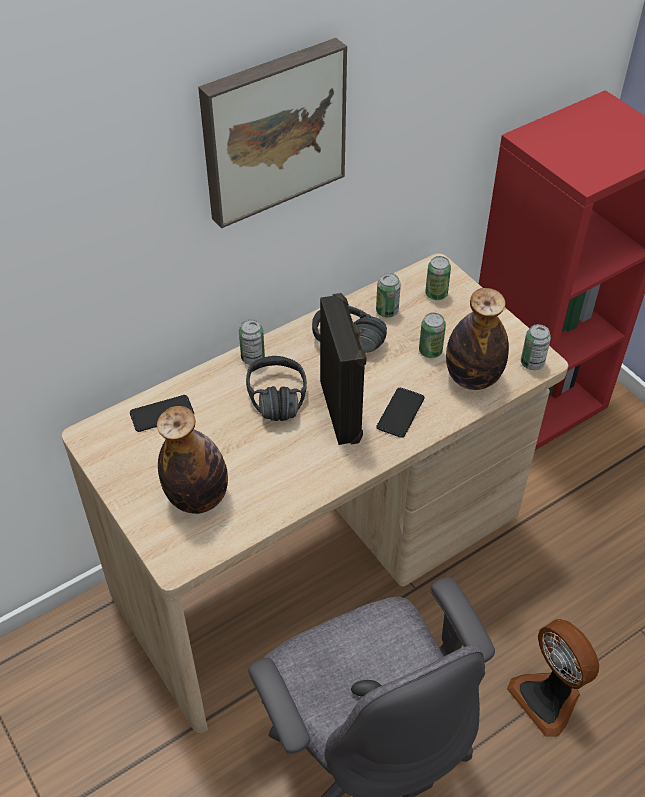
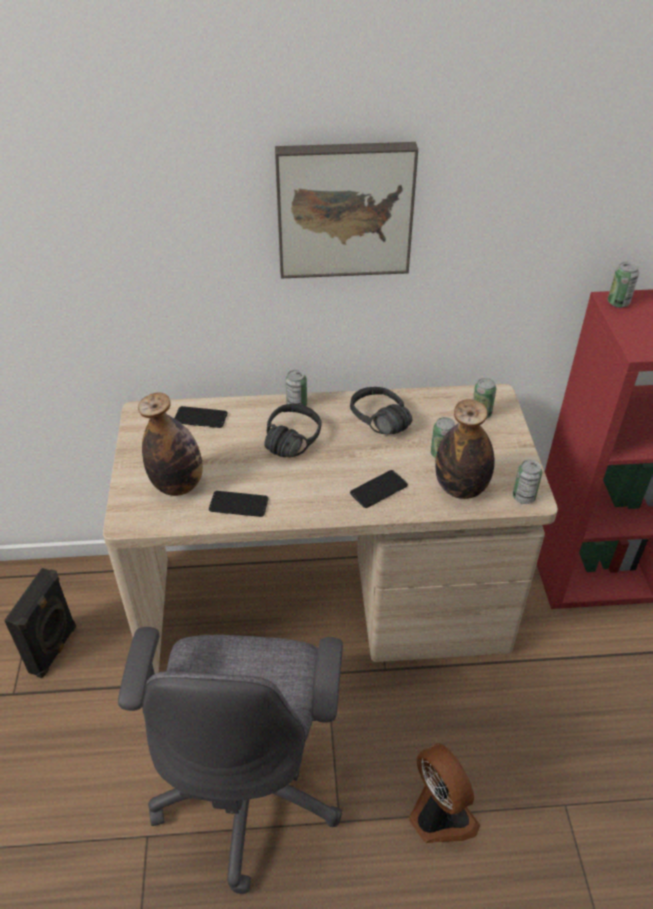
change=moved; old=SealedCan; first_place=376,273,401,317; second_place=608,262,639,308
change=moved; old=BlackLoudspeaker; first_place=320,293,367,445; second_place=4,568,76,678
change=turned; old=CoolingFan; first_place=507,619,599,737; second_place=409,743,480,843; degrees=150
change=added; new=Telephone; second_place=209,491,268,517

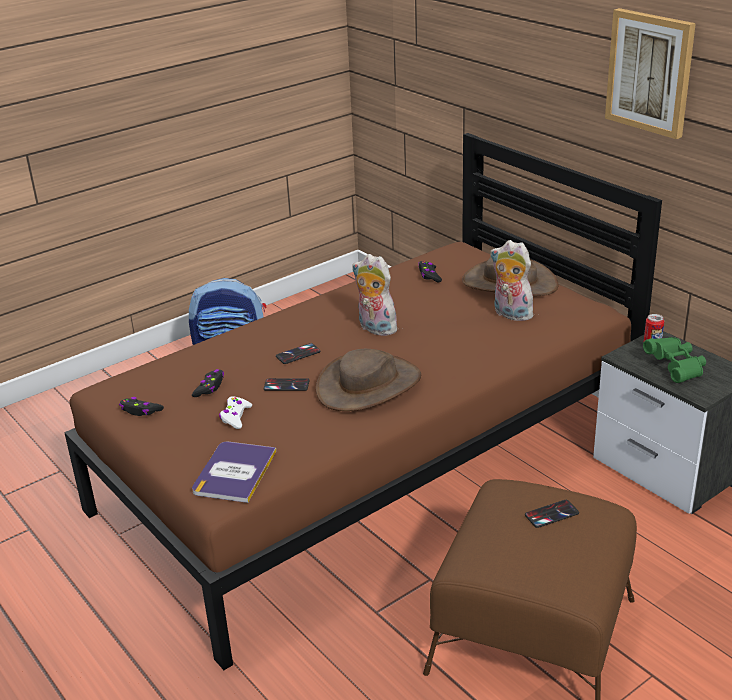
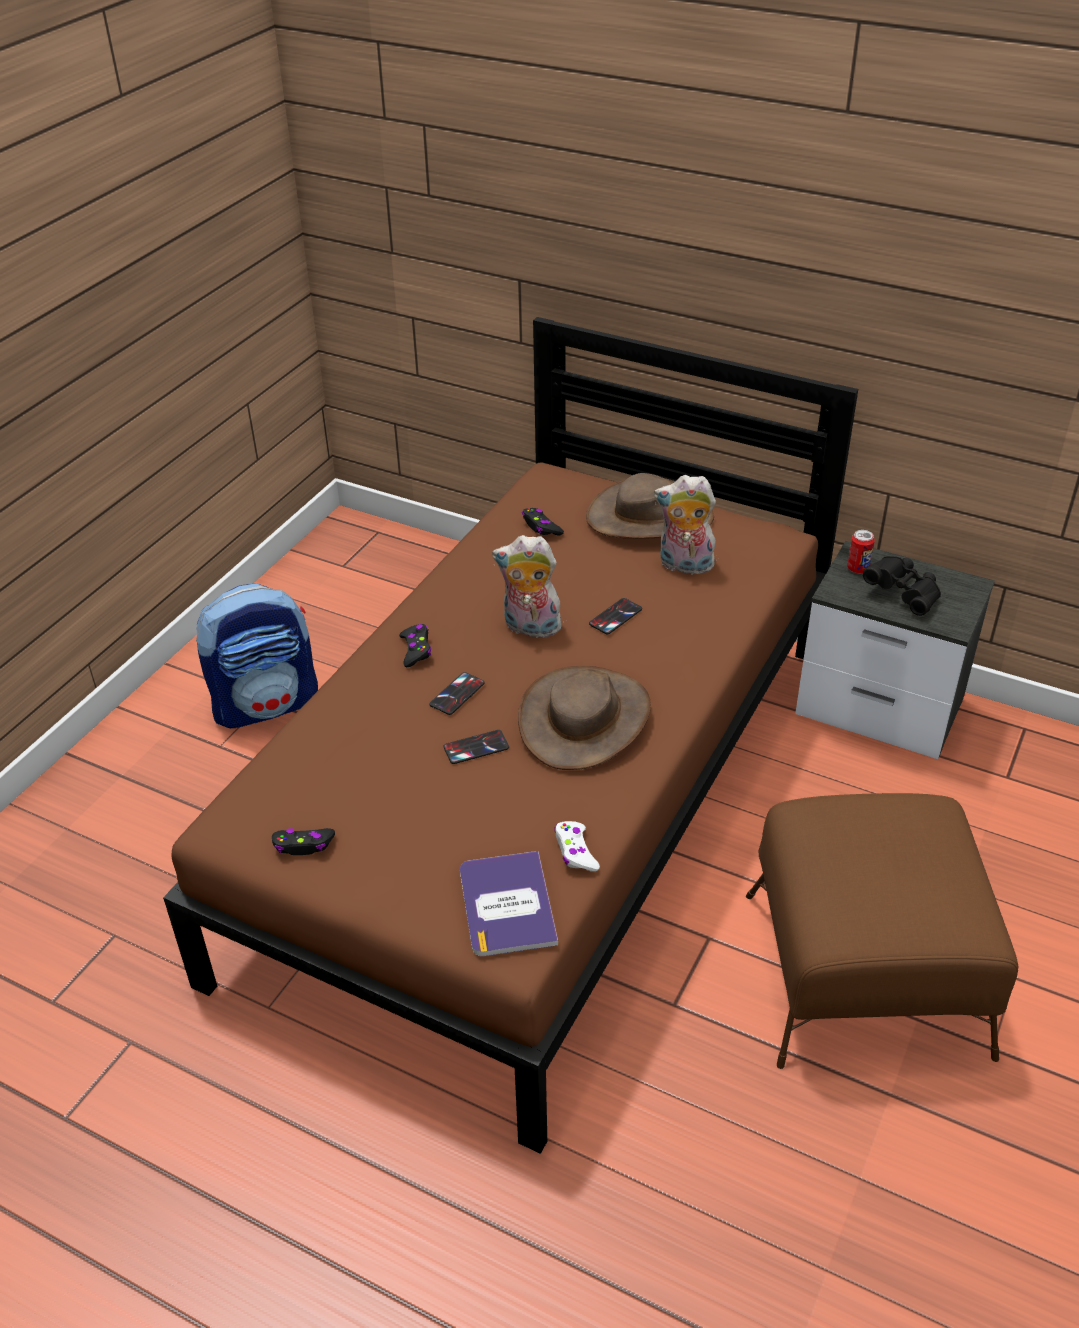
change=removed; old=WallPicture; first_place=605,8,696,139
change=recoloured; old=GreenFieldGlasses; new=BlackFieldGlasses; first_place=643,337,706,383; second_place=863,556,941,616
change=moved; old=BlackGamepad; first_place=192,369,224,397; second_place=399,624,431,667
change=moved; old=WhiteColouredGamepad; first_place=219,396,252,429; second_place=554,821,600,872
change=moved; old=Telephone; first_place=525,500,579,528; second_place=589,598,642,634

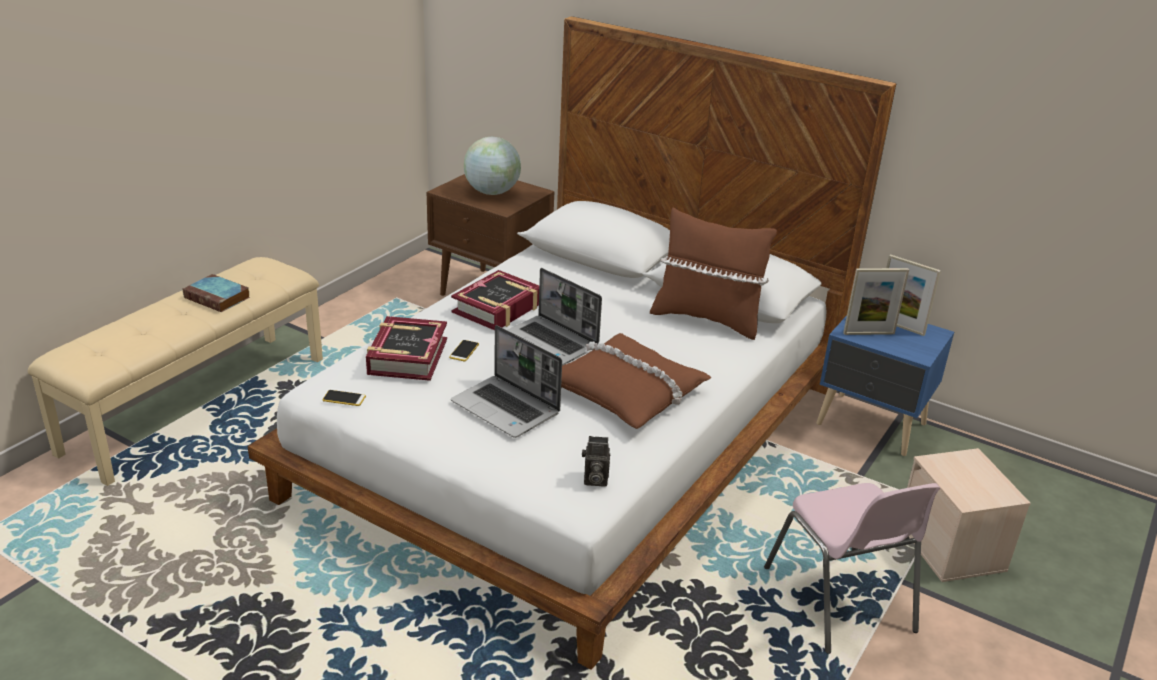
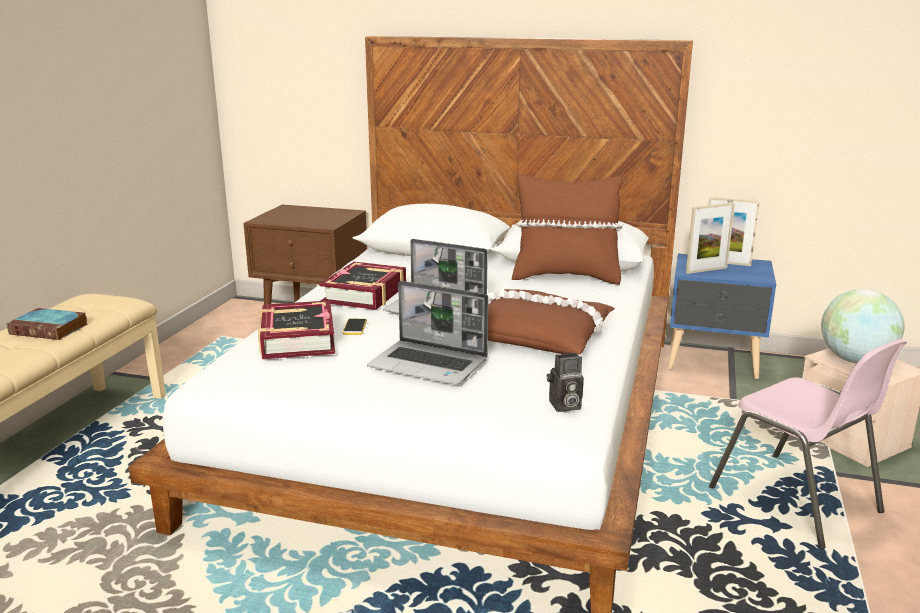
change=moved; old=Globe; first_place=464,137,521,195; second_place=821,289,905,363
change=removed; old=Telephone; first_place=322,390,366,406

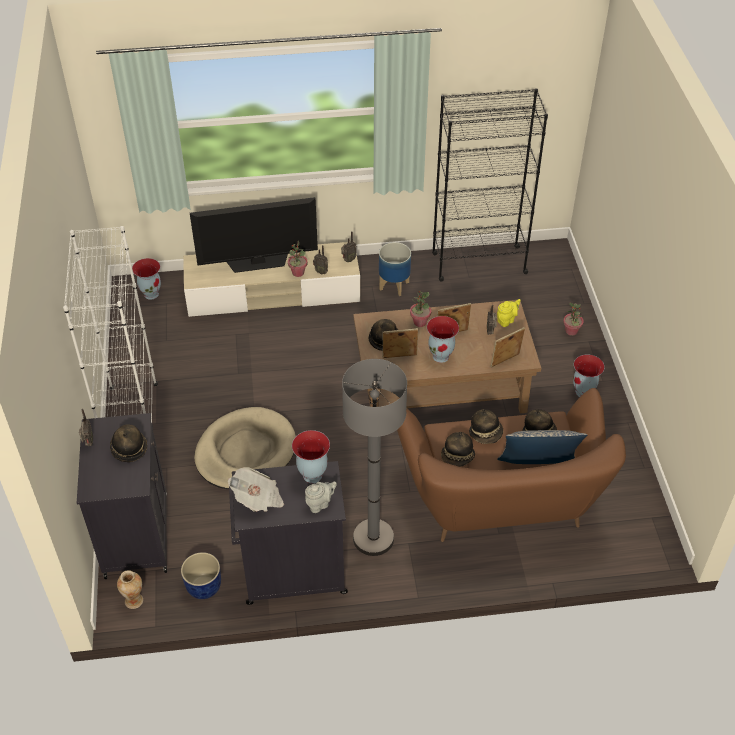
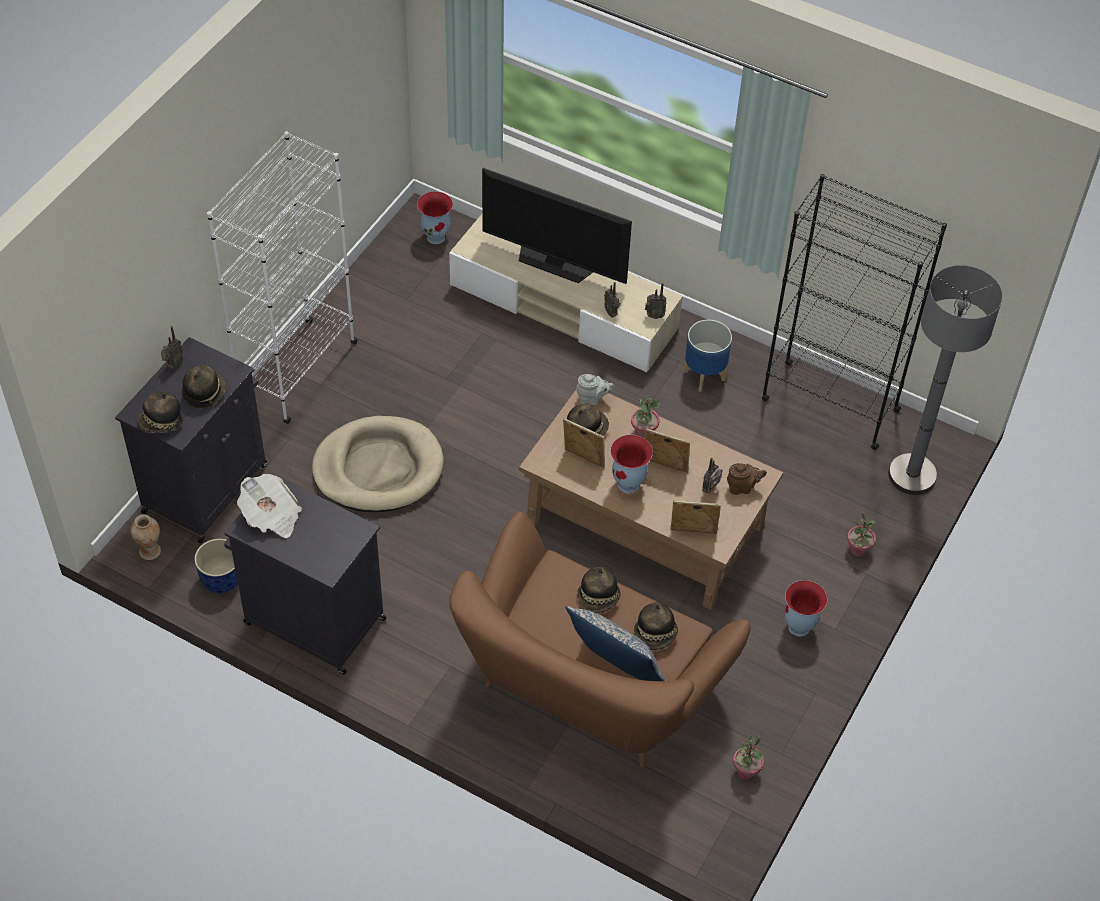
change=moved; old=PlantInAPot; first_place=288,241,308,277; second_place=733,736,764,779
change=recoloured; old=YellowPotForTea; new=BrownishPotForTea; first_place=497,299,521,327; second_place=727,463,767,495
change=moved; old=GreyStandingLamp; first_place=342,359,407,556; second_place=888,265,1003,495
change=removed; old=Vase; first_place=292,430,330,483
change=moved; old=ClothingHat; first_place=441,432,475,467; second_place=137,392,183,433
change=moved; old=GreyPotForTea; first_place=305,481,337,513; second_place=576,374,614,405

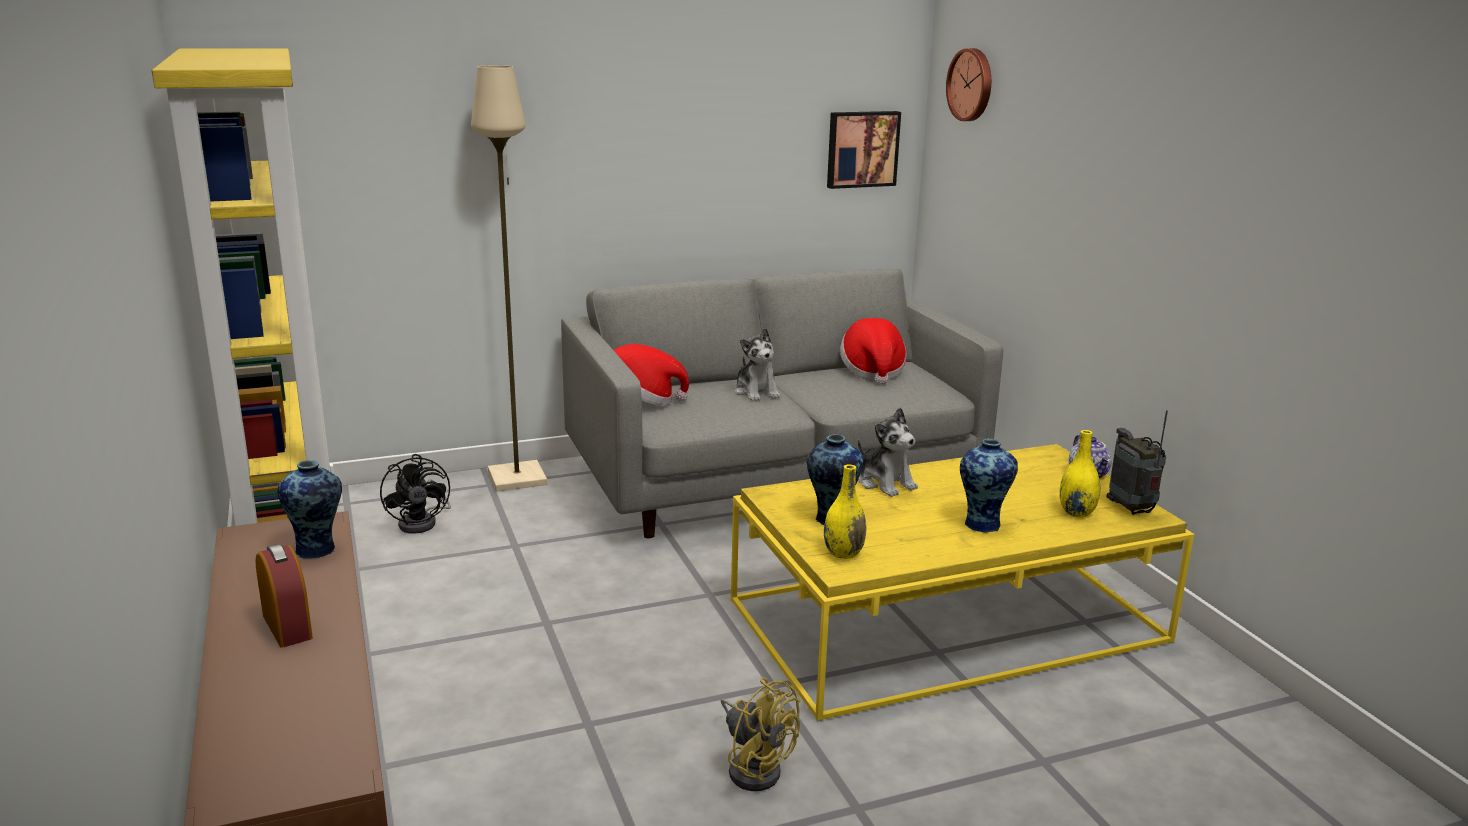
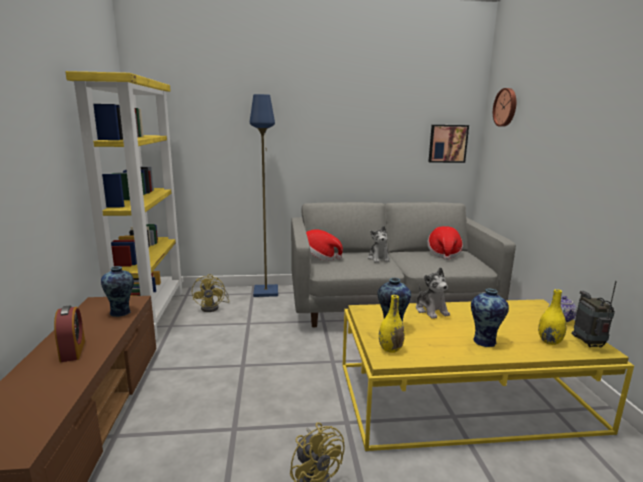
change=recoloured; old=SandColouredStandingLamp; new=BlueColouredStandingLamp; first_place=471,65,547,492; second_place=250,94,278,297
change=recoloured; old=BlackCoolingFan; new=YellowCoolingFan; first_place=380,454,451,534; second_place=192,274,230,312

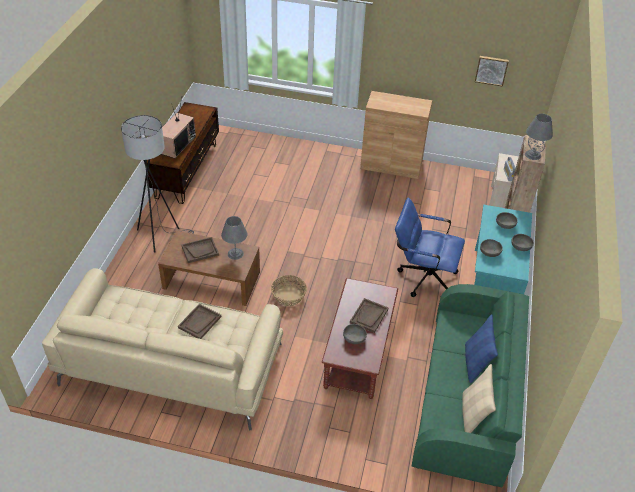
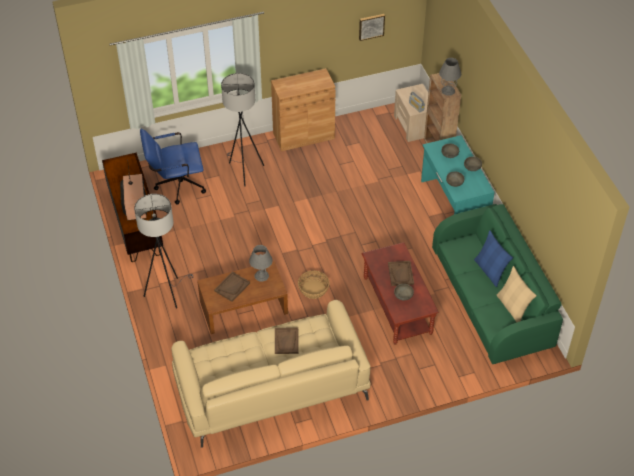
change=moved; old=BlueColouredComputerChair; first_place=395,198,465,297; second_place=140,129,206,204
change=added; new=GreyStandingLamp; second_place=221,73,264,186

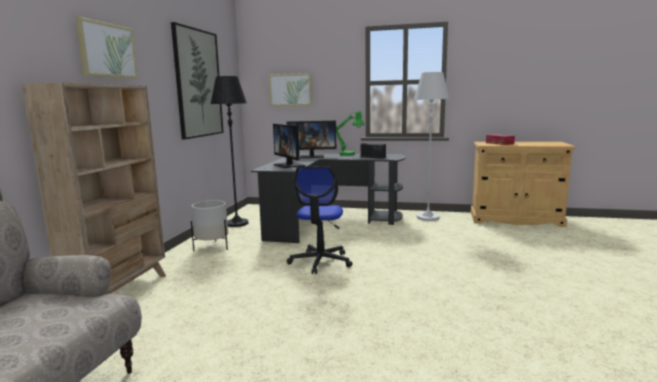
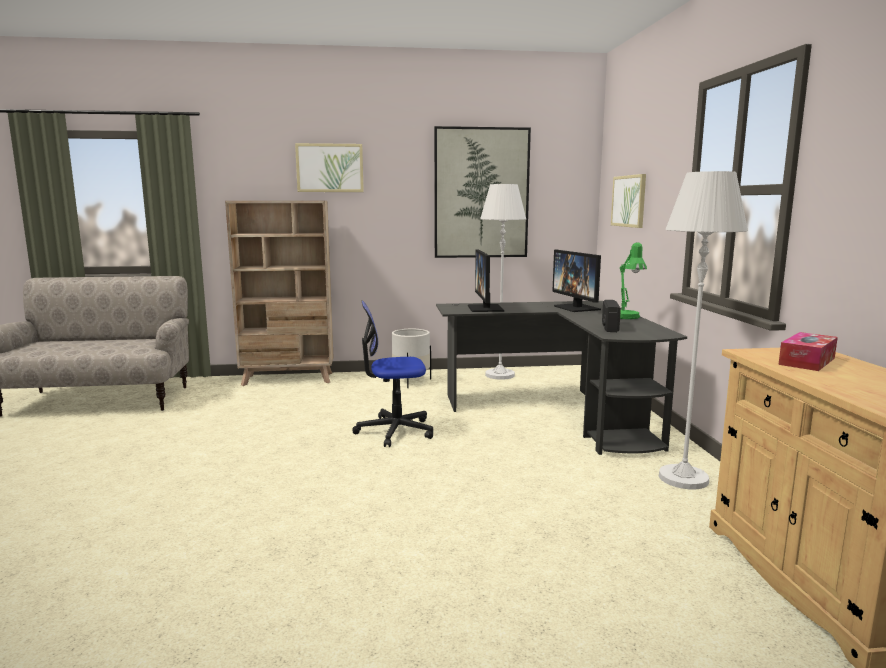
change=recoloured; old=BlackStandingLamp; new=WhiteColouredStandingLamp; first_place=211,76,249,227; second_place=480,184,526,380
change=turned; old=ComputerDisplay; first_place=273,124,305,168; second_place=468,250,504,312; degrees=-45

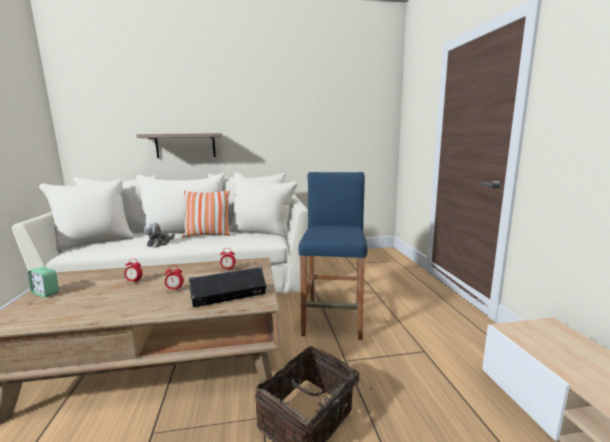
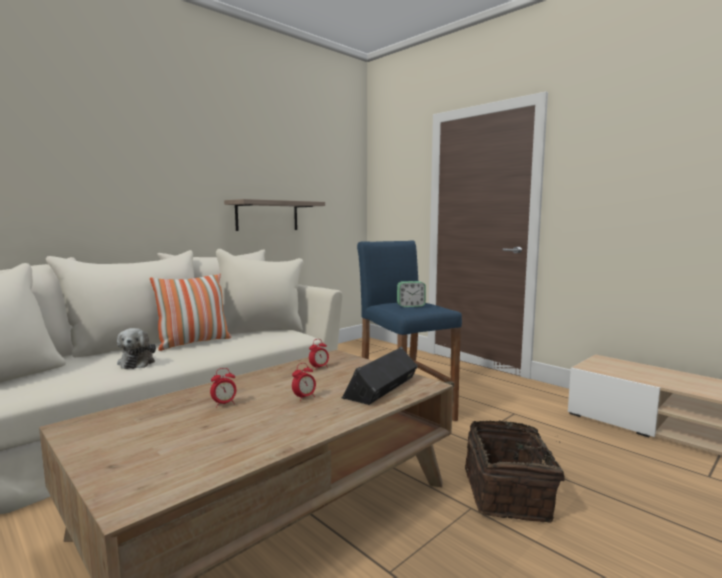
change=moved; old=Shelf; first_place=136,133,223,158; second_place=224,199,325,231
change=moved; old=BedsideClock; first_place=28,267,59,297; second_place=397,281,426,307

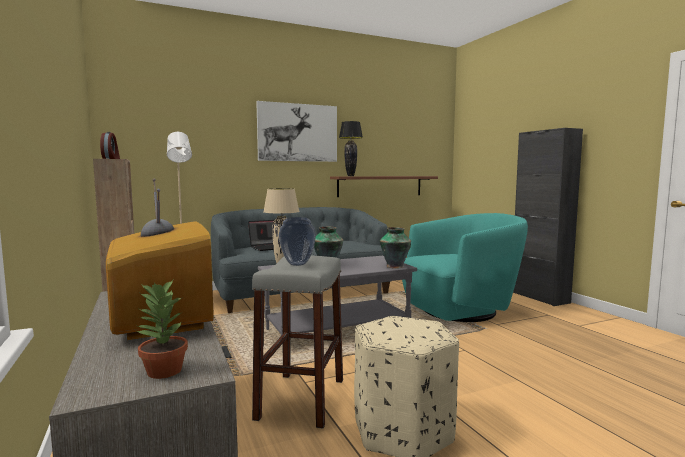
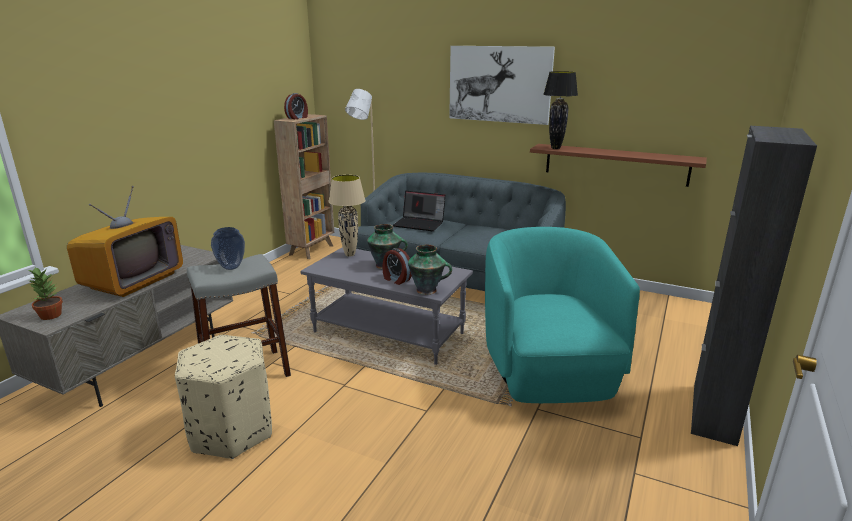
change=turned; old=BlueGreenArmchair; first_place=402,213,528,322; second_place=485,227,640,403; degrees=-120
change=added; new=BedsideClock; second_place=382,248,412,285

